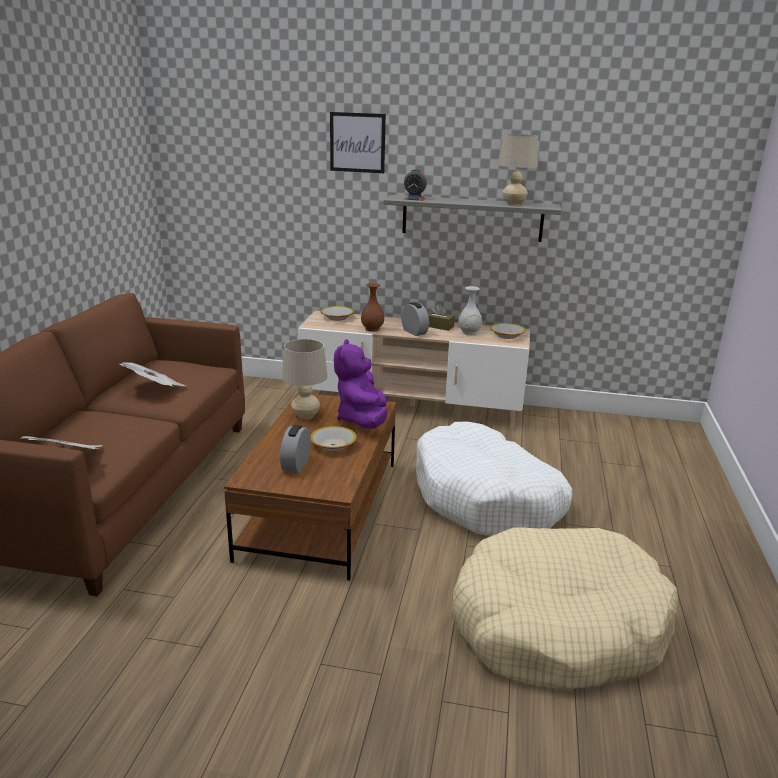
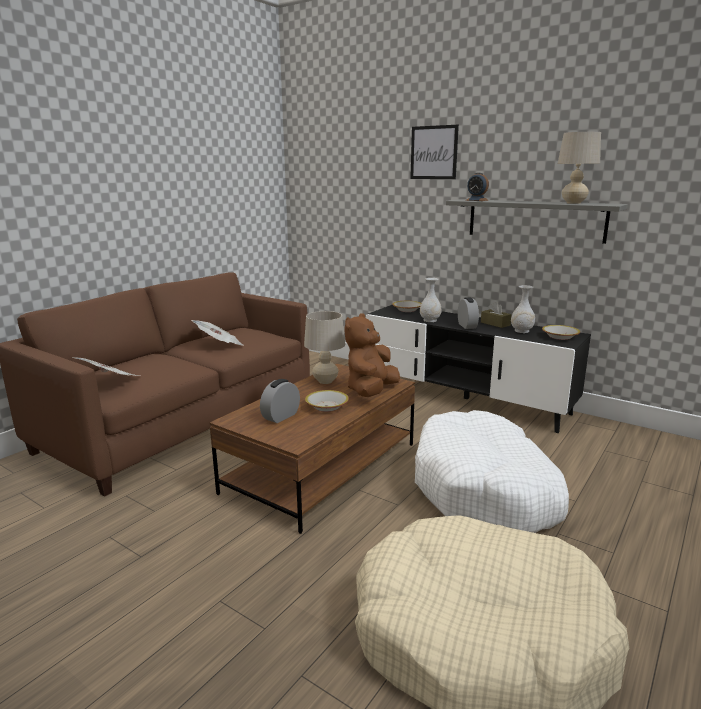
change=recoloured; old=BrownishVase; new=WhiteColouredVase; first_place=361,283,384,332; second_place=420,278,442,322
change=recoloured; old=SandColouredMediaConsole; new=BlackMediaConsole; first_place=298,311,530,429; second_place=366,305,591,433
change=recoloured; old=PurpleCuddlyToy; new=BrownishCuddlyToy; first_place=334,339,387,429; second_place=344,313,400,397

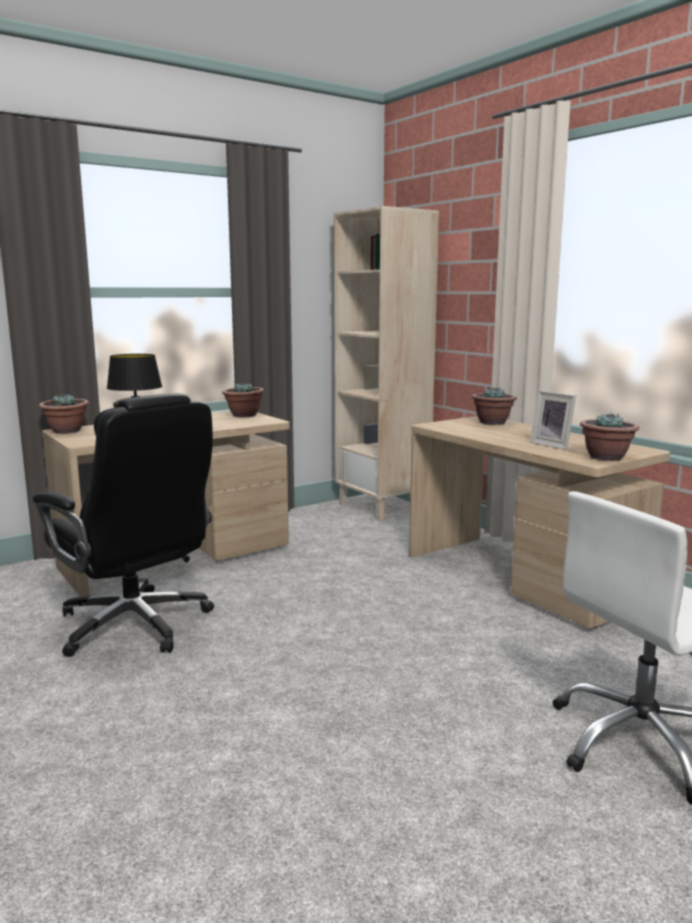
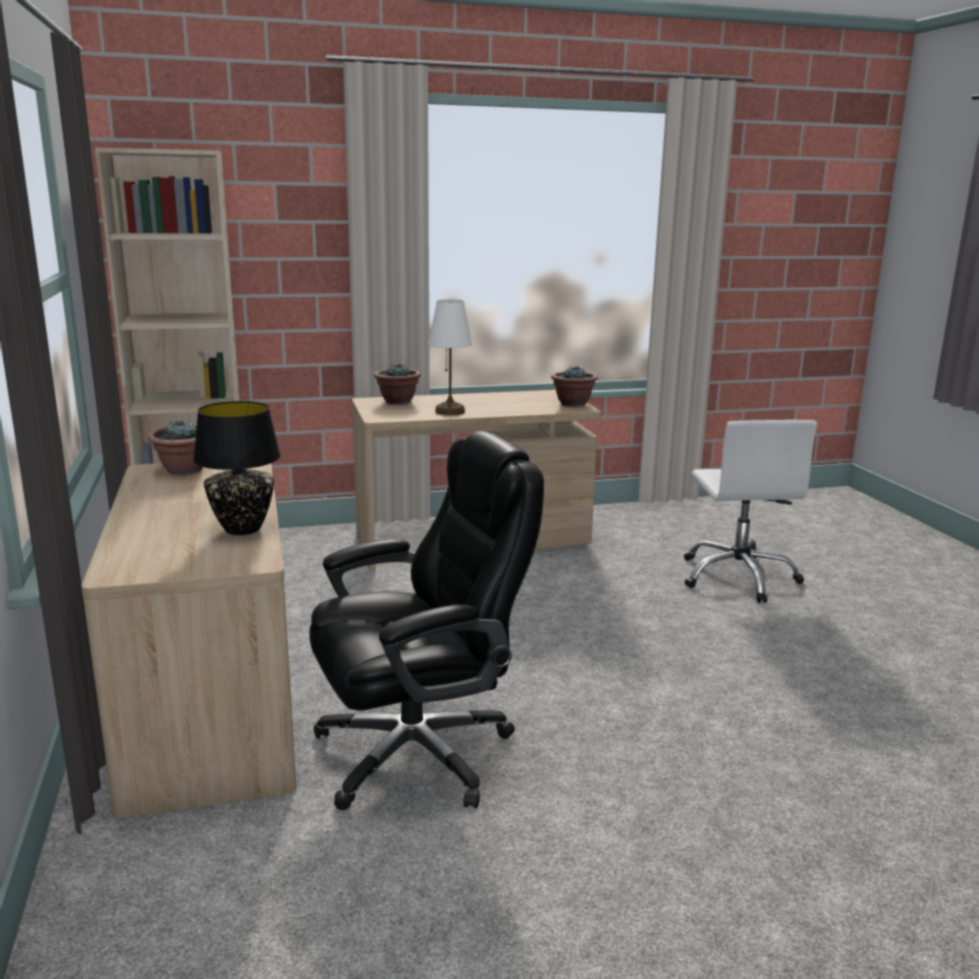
change=removed; old=PhotoFrame; first_place=530,391,576,450
change=removed; old=PlantInAPot; first_place=39,394,89,434
change=added; new=WhiteColouredTableLamp; second_place=428,299,472,415

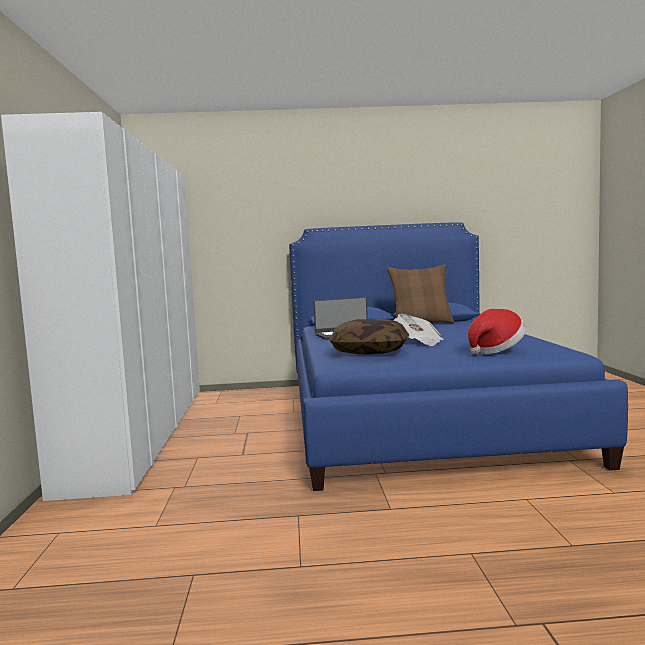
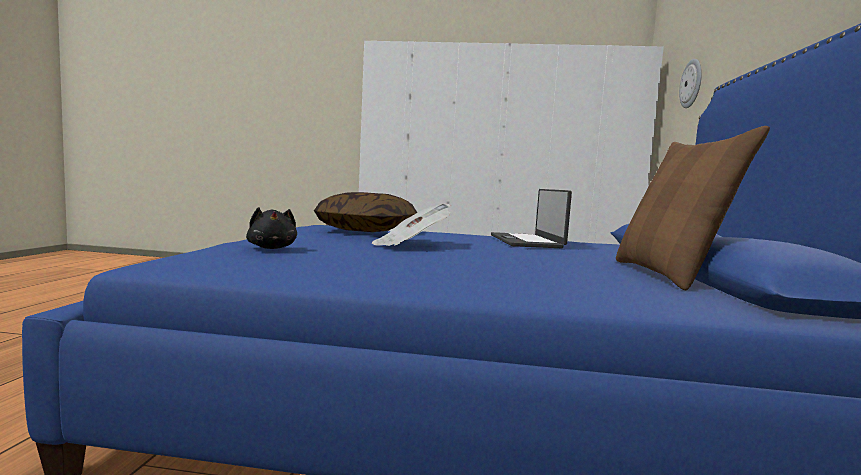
change=replaced; old=ClothingHat; new=BlackCuddlyToy; first_place=468,309,526,354; second_place=246,207,297,249
change=added; new=ClockOnTheWall; second_place=679,59,702,108

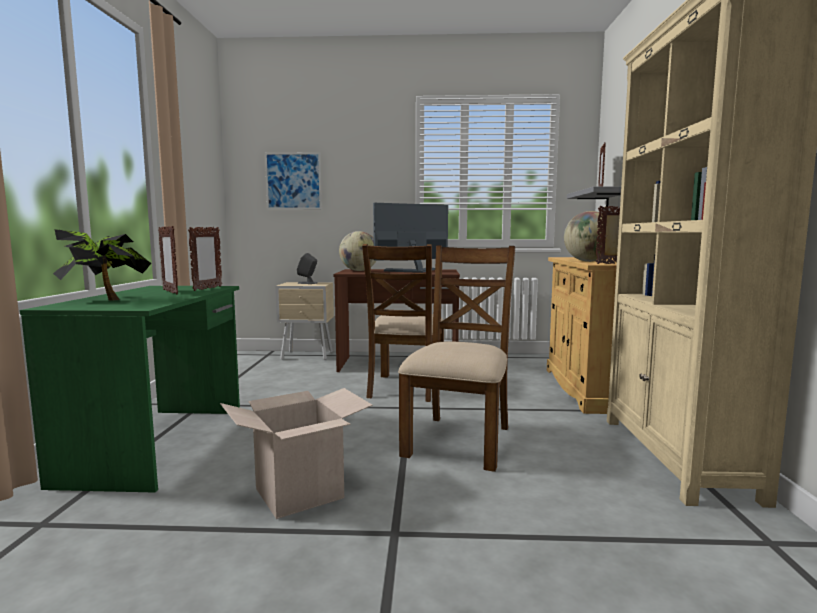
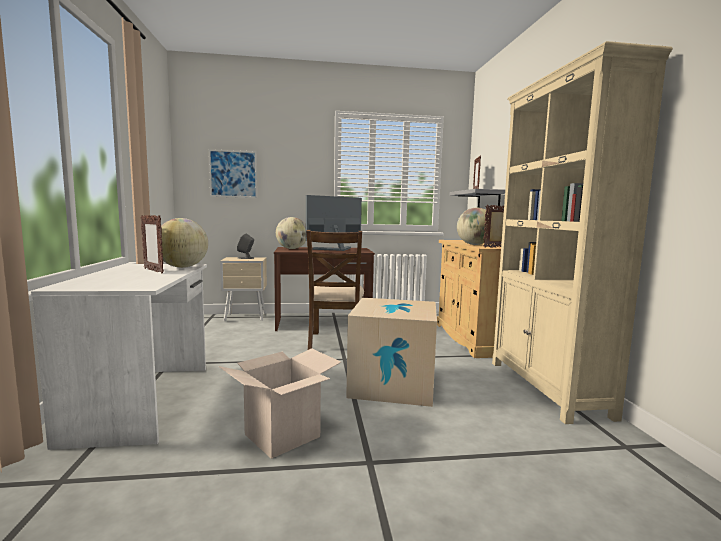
change=replaced; old=PhotoFrame; new=Globe; first_place=188,226,222,291; second_place=161,218,208,268
change=removed; old=PlantInAPot; first_place=53,229,151,301
change=replaced; old=BrownishChair; new=Carton; first_place=398,245,515,472; second_place=346,298,437,407
change=recoloured; old=GreenDeskUnit; new=WhiteColouredDeskUnit; first_place=20,286,240,493; second_place=31,264,207,450

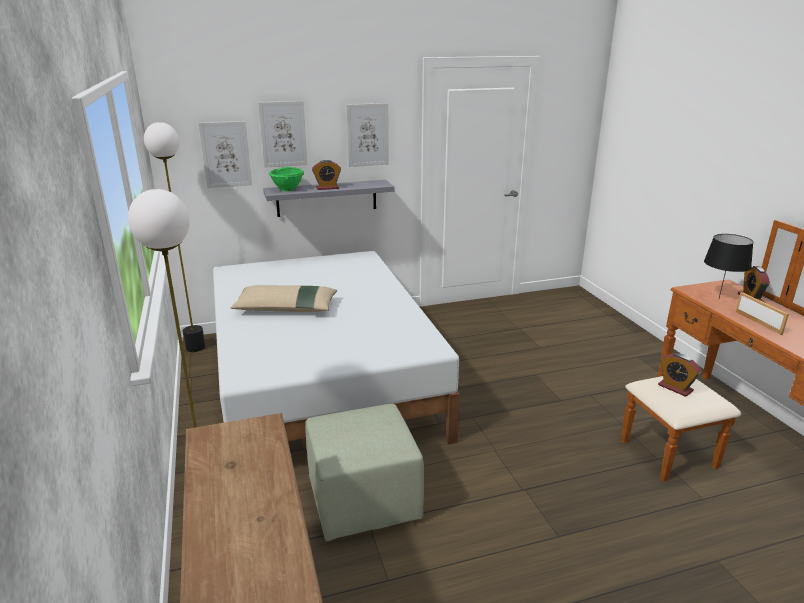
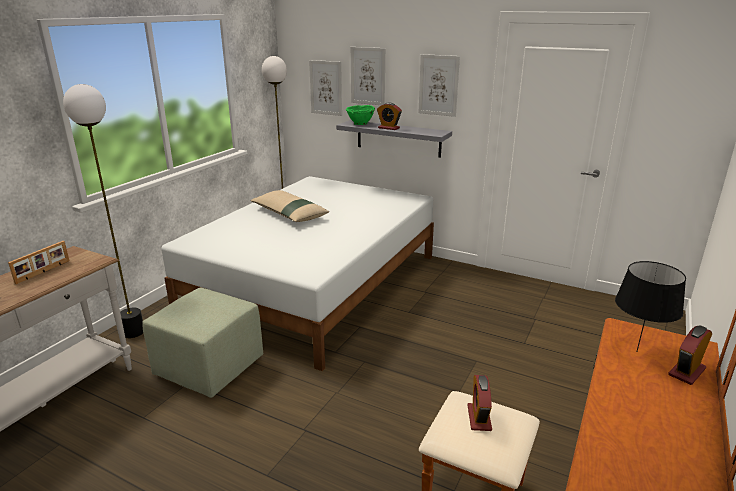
change=moved; old=PhotoFrame; first_place=736,292,789,335; second_place=8,241,69,284

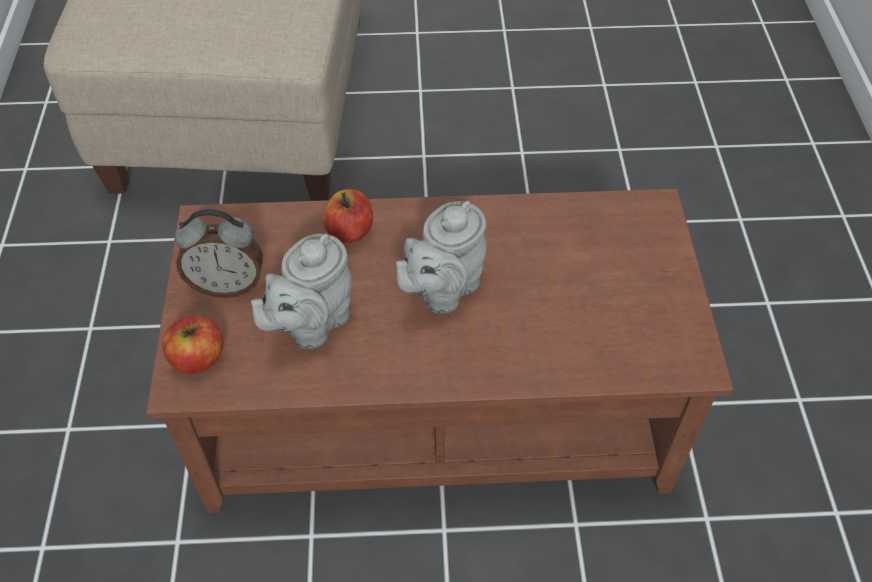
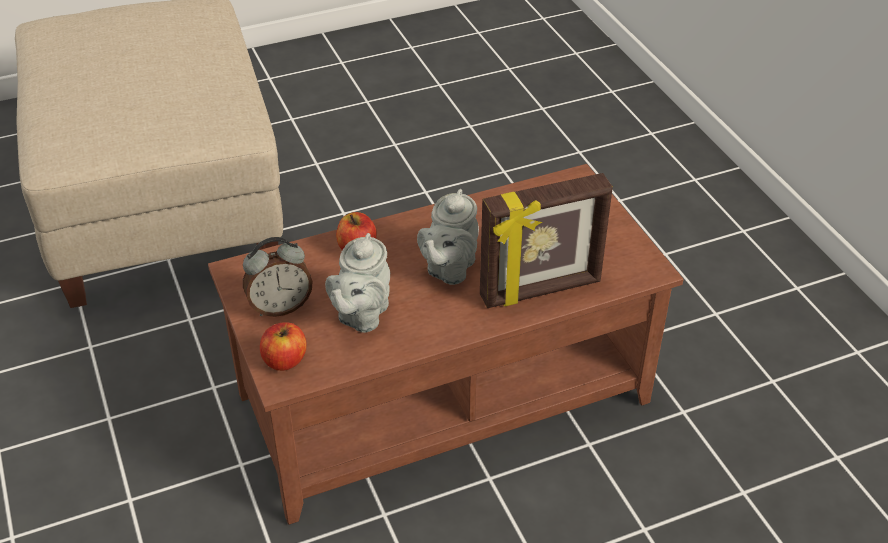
change=added; new=PhotoFrame; second_place=480,173,613,308

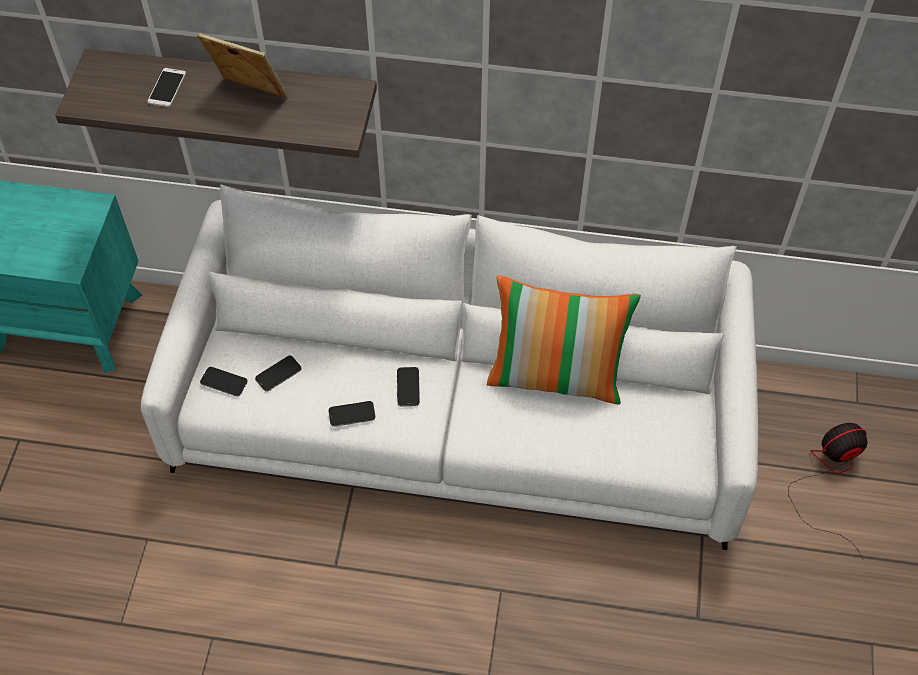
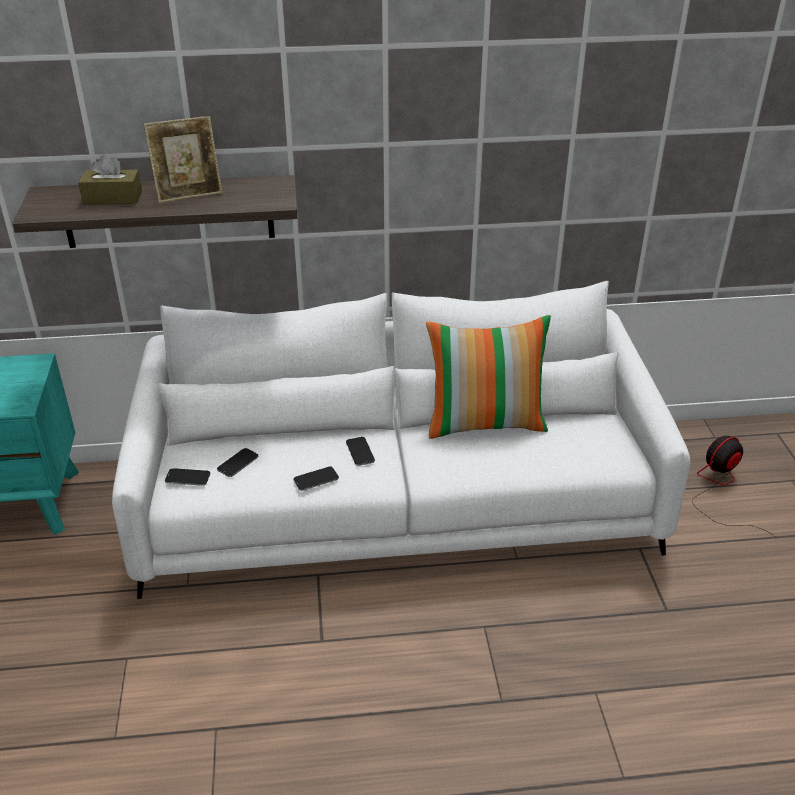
change=turned; old=PhotoFrame; first_place=197,33,289,99; second_place=144,116,223,203; degrees=150
change=replaced; old=Telephone; new=BrownishTissueHolder; first_place=147,68,186,107; second_place=78,154,142,204

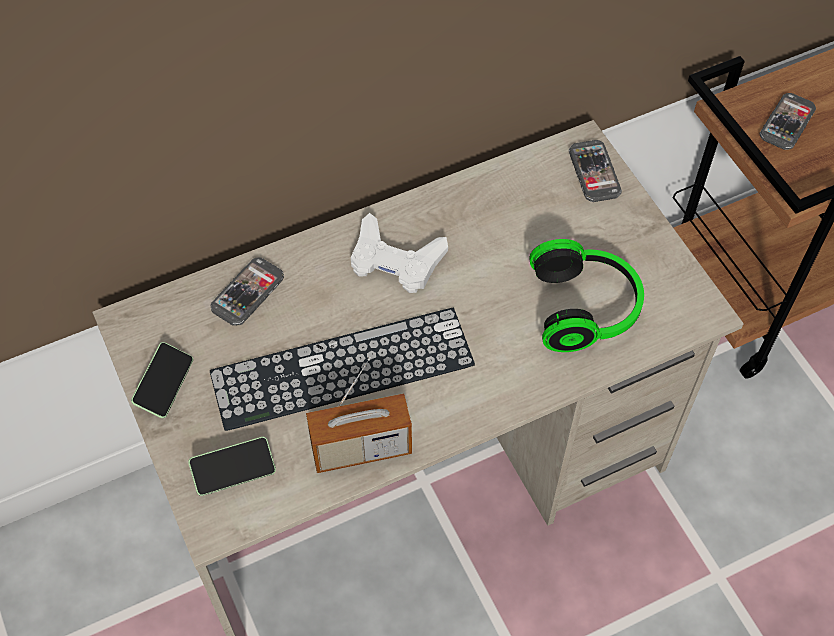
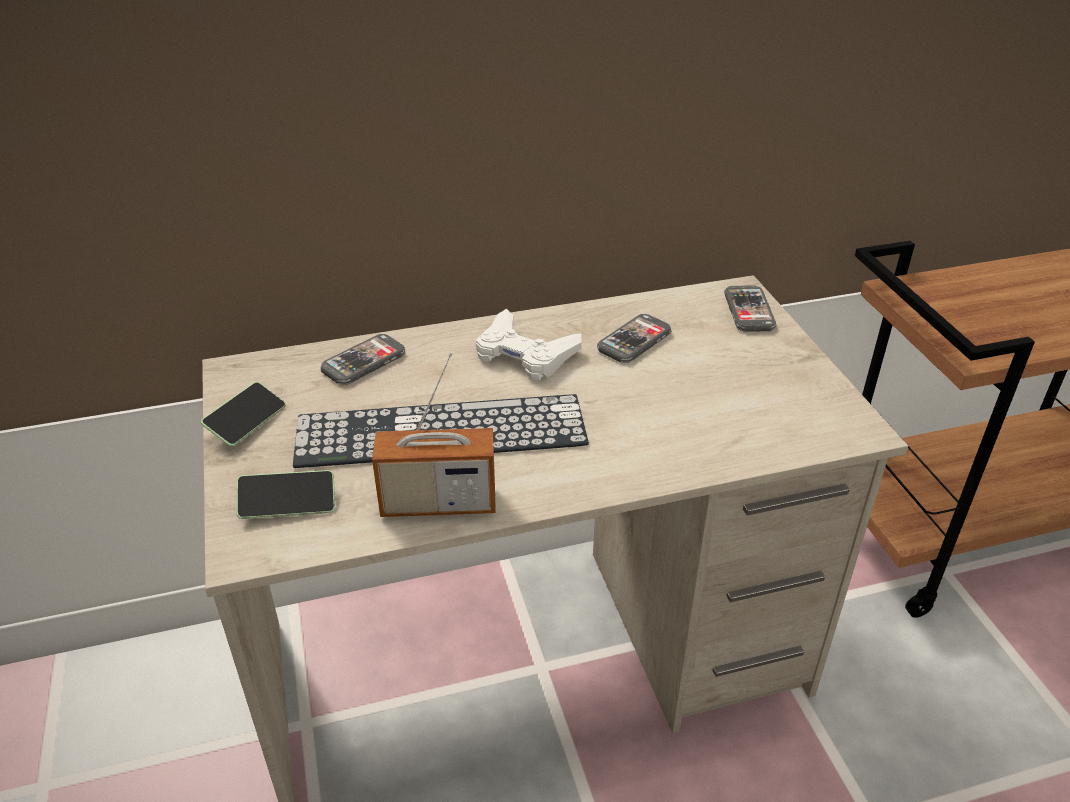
change=moved; old=Telephone; first_place=759,93,816,150; second_place=597,314,671,363
change=removed; old=PairOfHeadphones; first_place=529,239,644,352

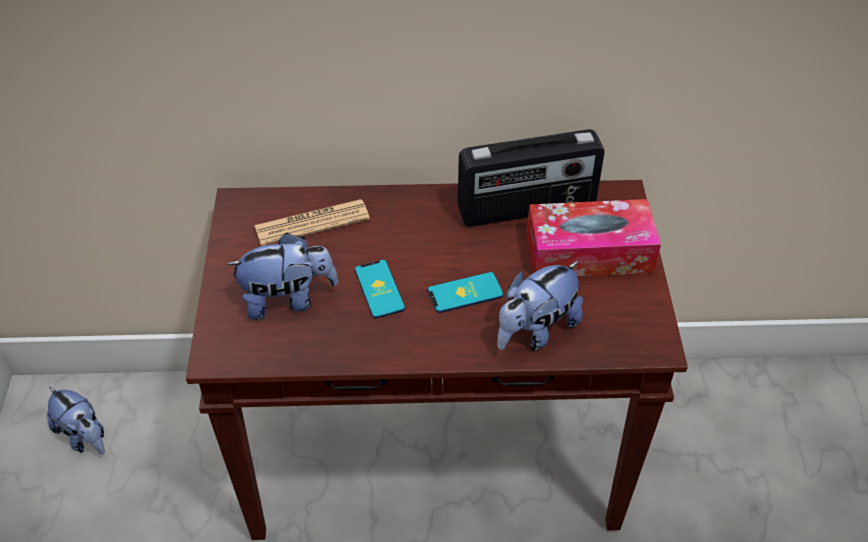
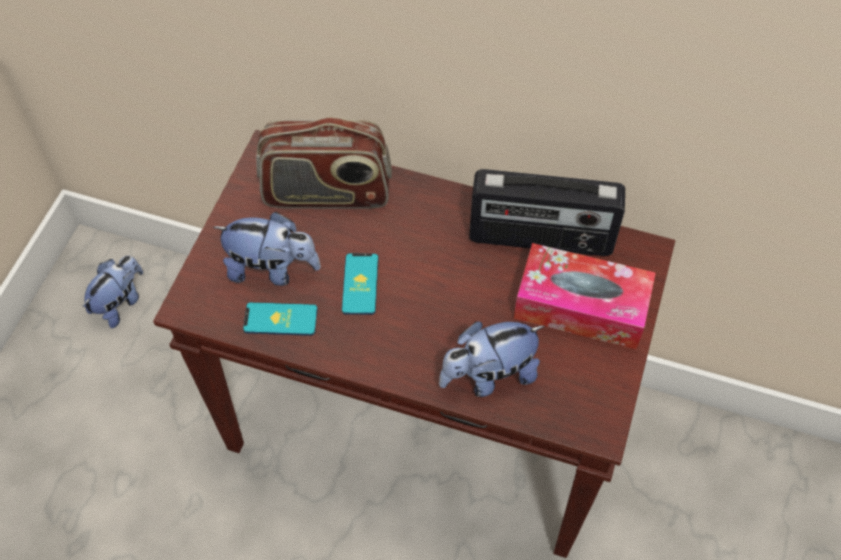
change=replaced; old=Newspaper; new=Radio; first_place=254,199,370,246; second_place=256,117,392,209
change=moved; old=Telephone; first_place=428,272,503,313; second_place=243,302,318,336
change=turned; old=CuddlyToy; first_place=47,386,105,454; second_place=82,255,143,328; degrees=-120

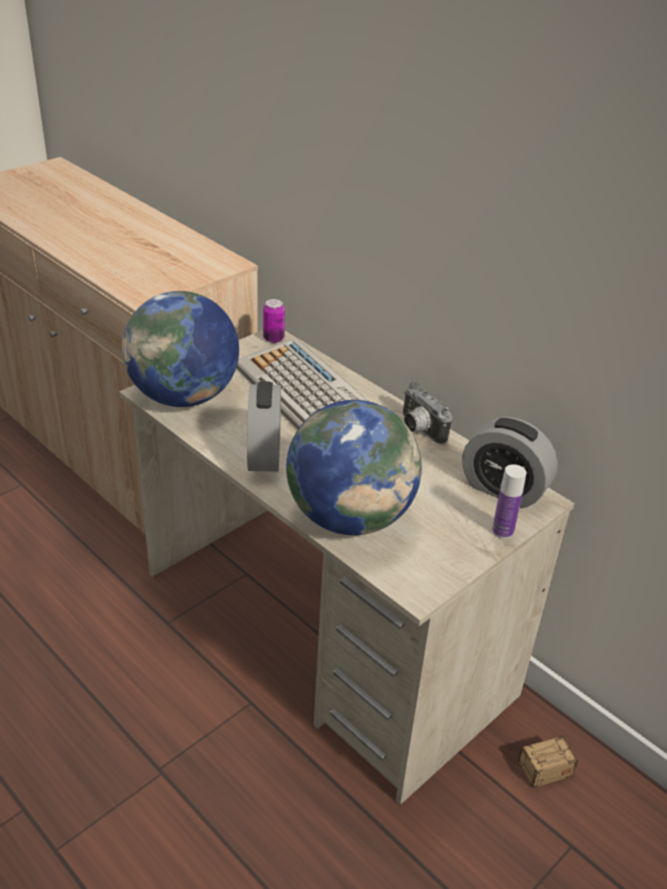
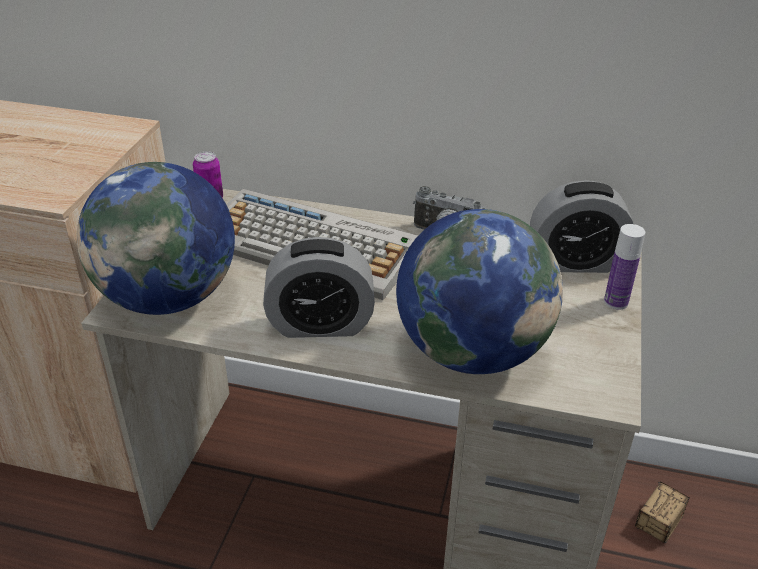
change=turned; old=BedsideClock; first_place=247,381,281,472; second_place=263,237,375,338; degrees=-60

